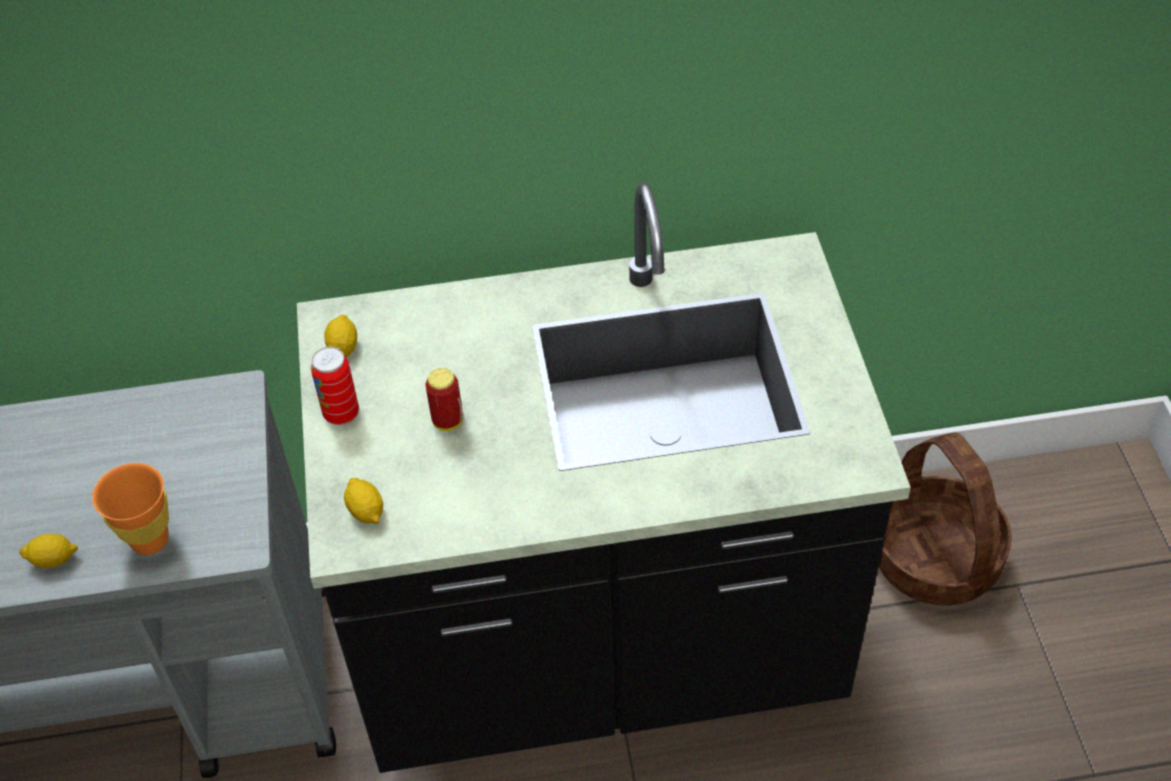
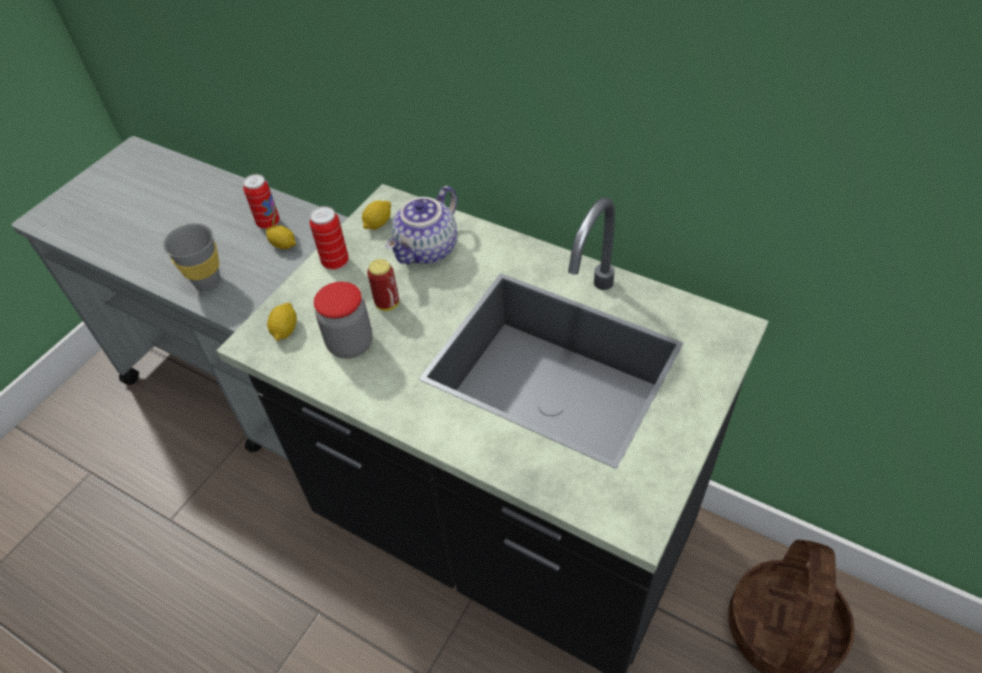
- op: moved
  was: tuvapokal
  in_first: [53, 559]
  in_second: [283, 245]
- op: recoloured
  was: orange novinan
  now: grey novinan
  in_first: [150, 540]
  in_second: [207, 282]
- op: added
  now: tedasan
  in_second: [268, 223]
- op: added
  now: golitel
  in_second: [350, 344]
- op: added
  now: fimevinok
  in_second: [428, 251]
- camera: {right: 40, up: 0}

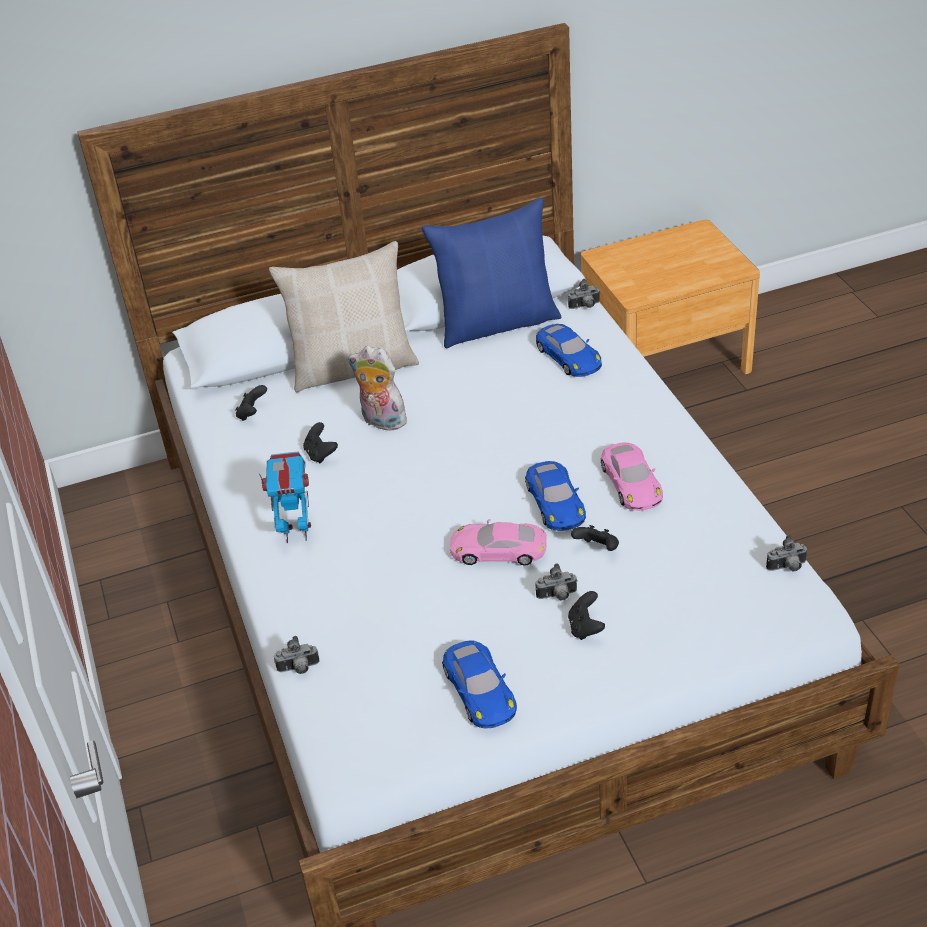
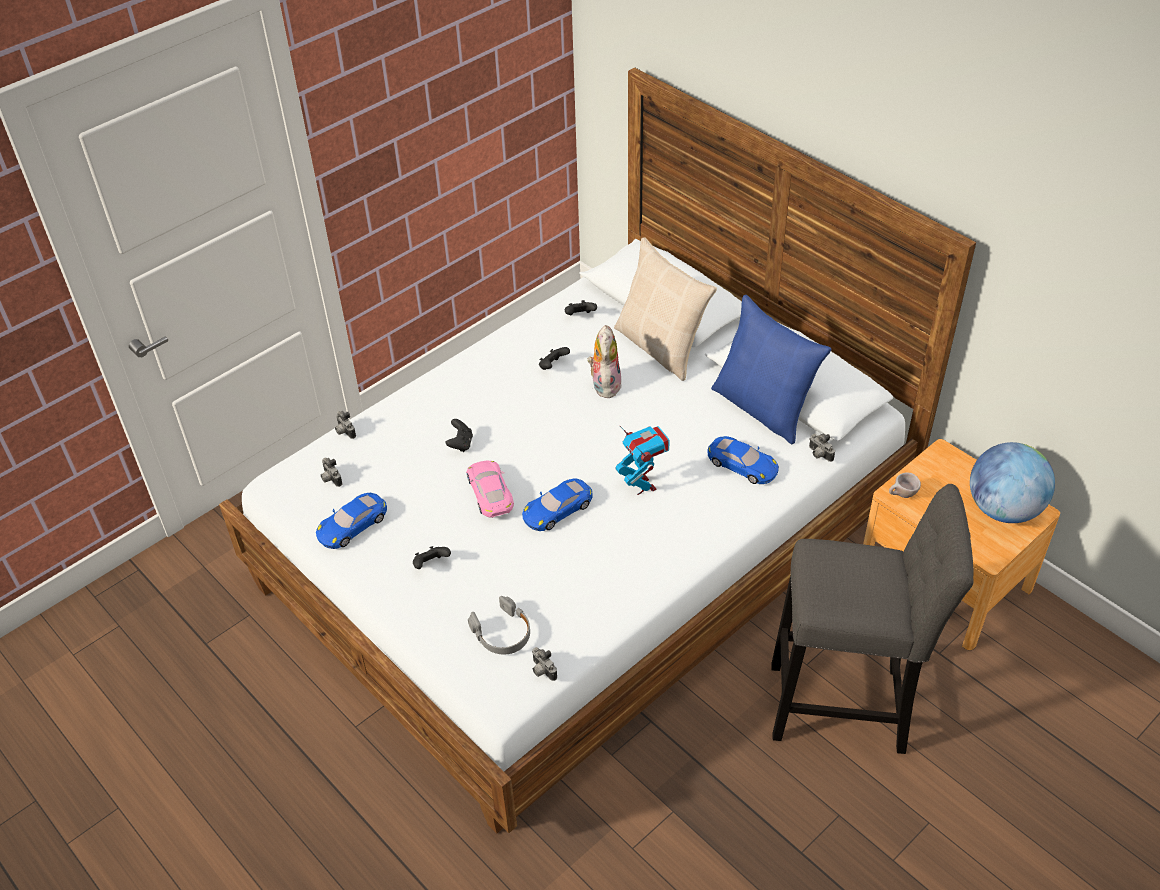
- op: moved
  was: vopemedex
  in_first: [296, 532]
  in_second: [642, 485]
- op: moved
  was: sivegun
  in_first: [557, 596]
  in_second: [330, 479]
- op: turned
  was: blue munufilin
  in_first: [568, 356]
  in_second: [742, 464]
  clockwise: -90
- op: moved
  was: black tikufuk
  in_first: [597, 549]
  in_second: [460, 444]
- op: removed
  was: pink munufilin
  in_first: [631, 482]
- op: added
  now: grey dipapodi
  in_second: [502, 633]
- op: added
  now: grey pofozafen
  in_second: [846, 707]
- op: added
  now: beige novinan
  in_second: [902, 496]
- op: added
  now: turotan
  in_second: [1003, 509]
- camera: {right: 65, up: 5}

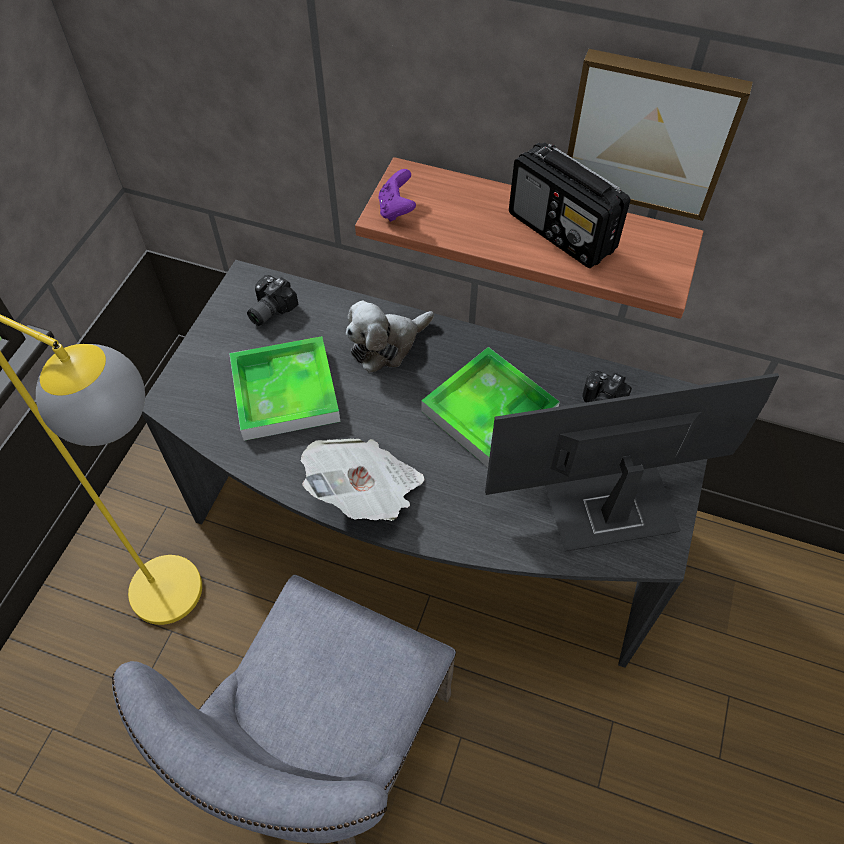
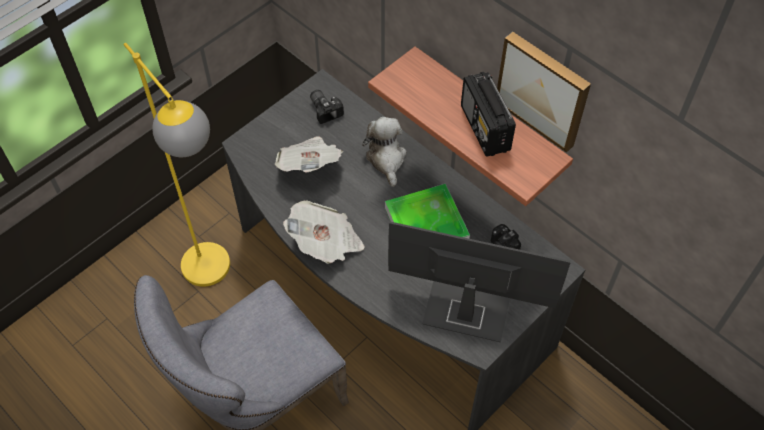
- op: replaced
  was: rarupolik
  now: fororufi
  in_first: [285, 392]
  in_second: [309, 165]
- op: turned
  was: sivegun
  in_first: [268, 309]
  in_second: [326, 109]
  clockwise: 90
- op: turned
  was: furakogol
  in_first: [387, 345]
  in_second: [386, 159]
  clockwise: 90
- op: removed
  was: purple tikufuk
  in_first: [396, 210]
- camera: {right: 25, up: 0}

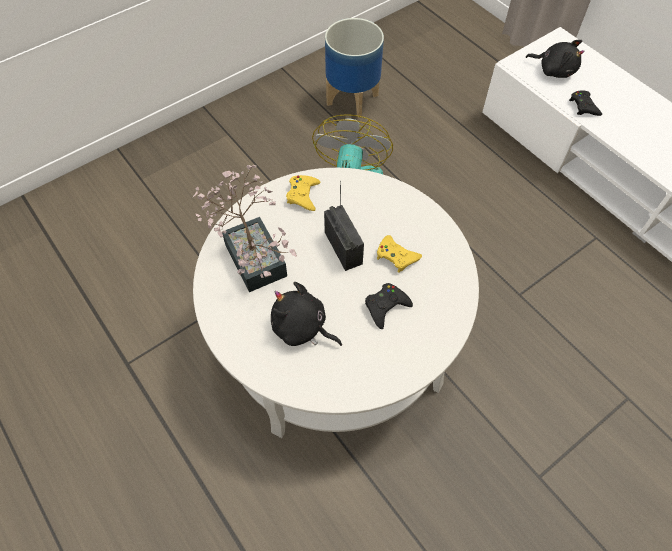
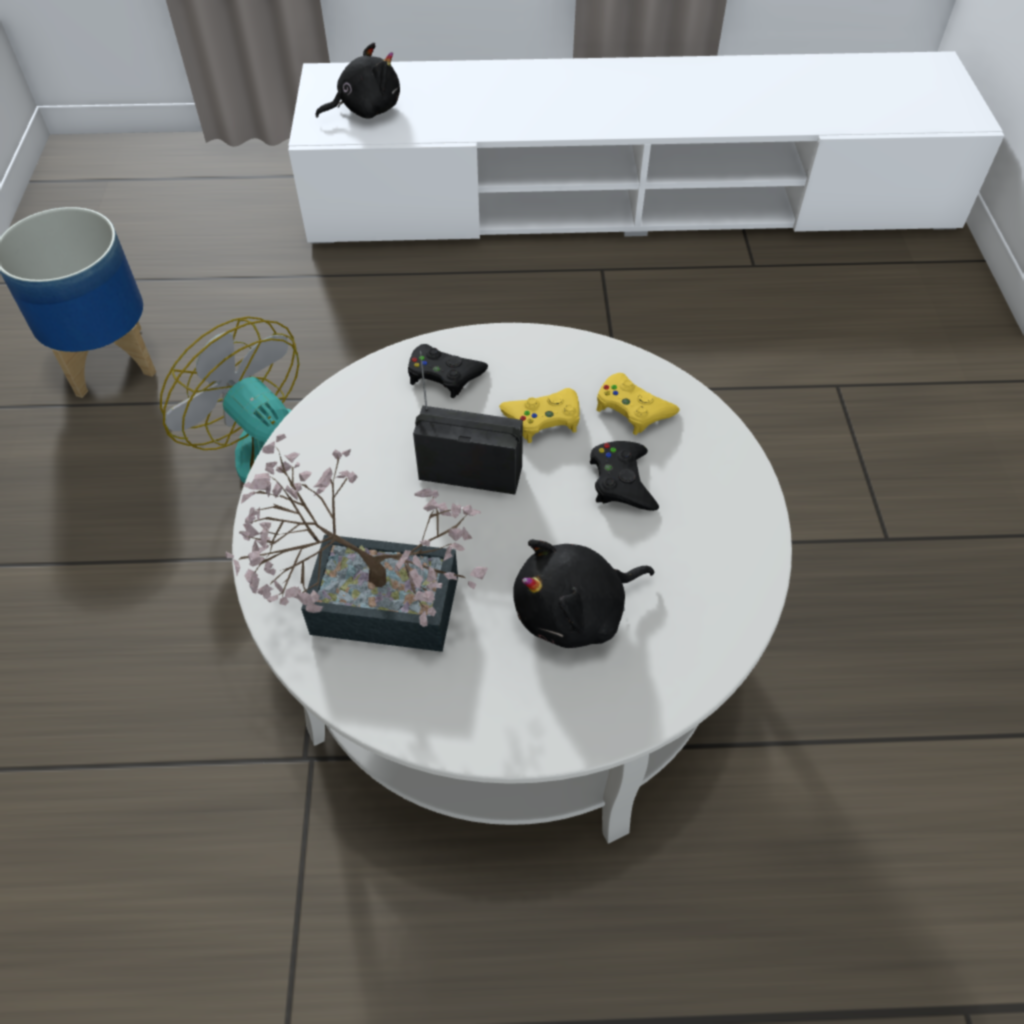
- op: moved
  was: yellow tikufuk
  in_first: [303, 195]
  in_second: [632, 409]
- op: moved
  was: black tikufuk
  in_first: [584, 106]
  in_second: [444, 375]
- camera: {right: -55, up: -5}

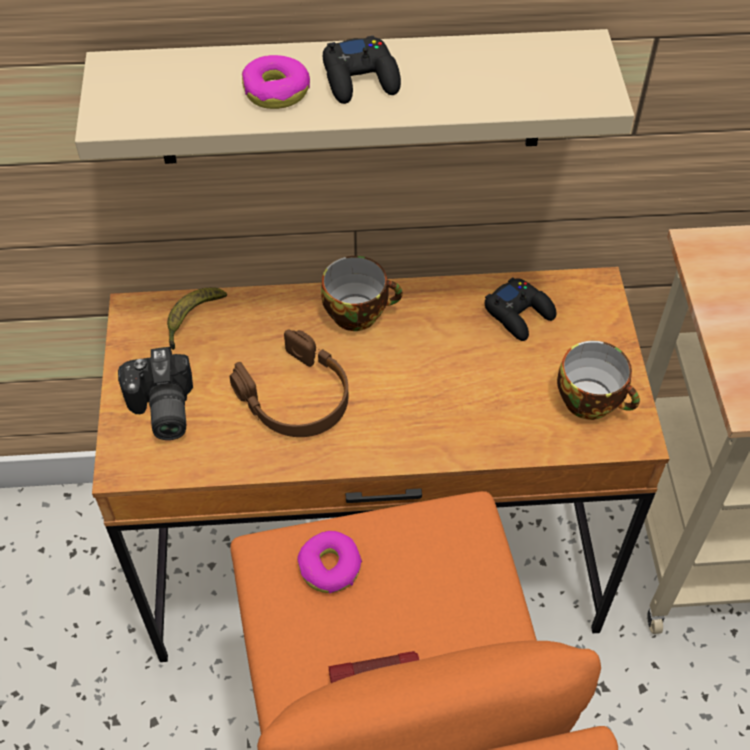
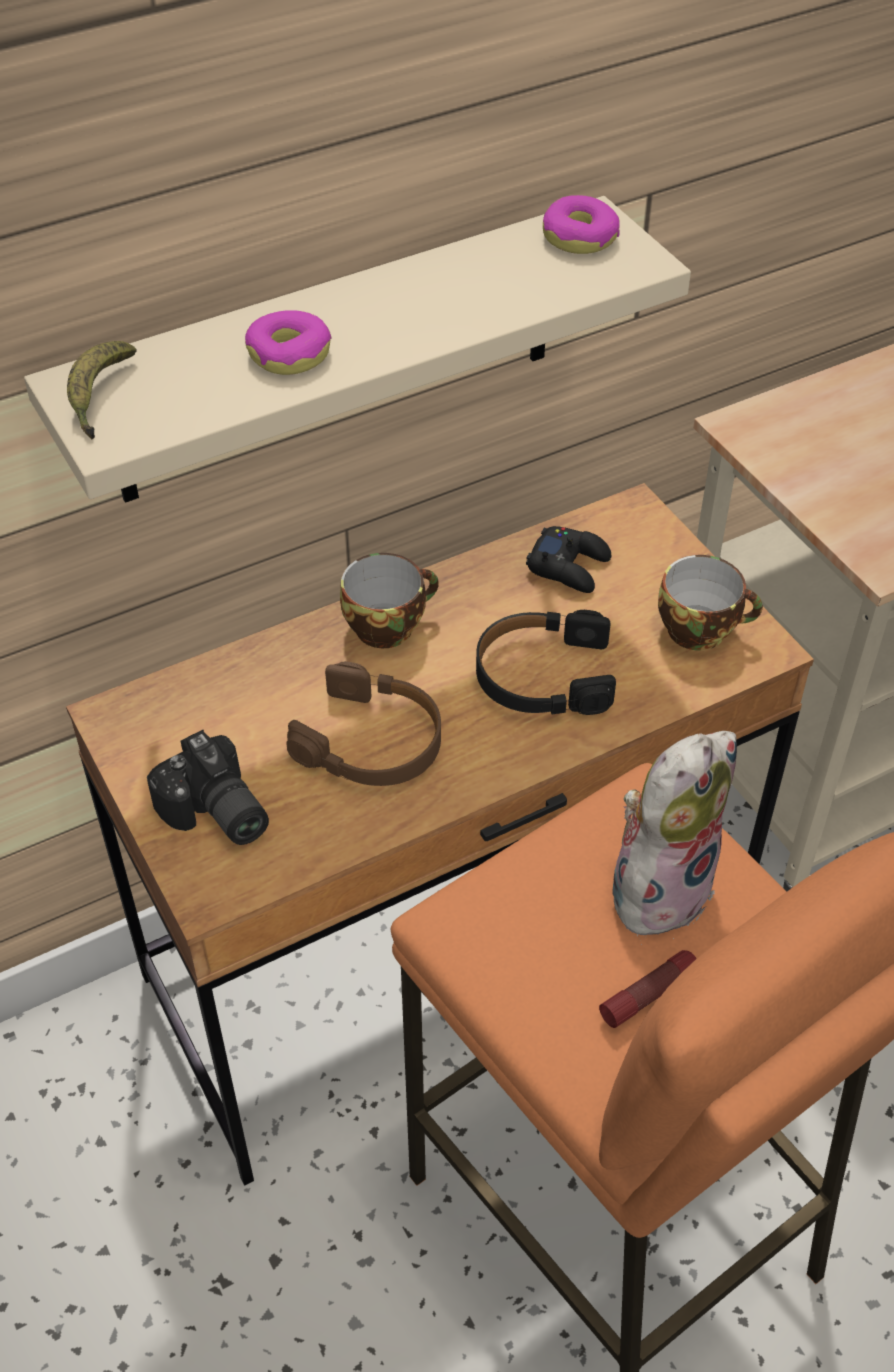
- op: moved
  was: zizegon
  in_first: [193, 320]
  in_second: [100, 397]
- op: moved
  was: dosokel
  in_first: [329, 567]
  in_second: [580, 237]
- op: removed
  was: black tikufuk
  in_first: [361, 78]
- op: added
  now: black dipapodi
  in_second: [543, 676]
- op: added
  now: furakogol
  in_second: [659, 885]
- camera: {right: -25, up: -5}

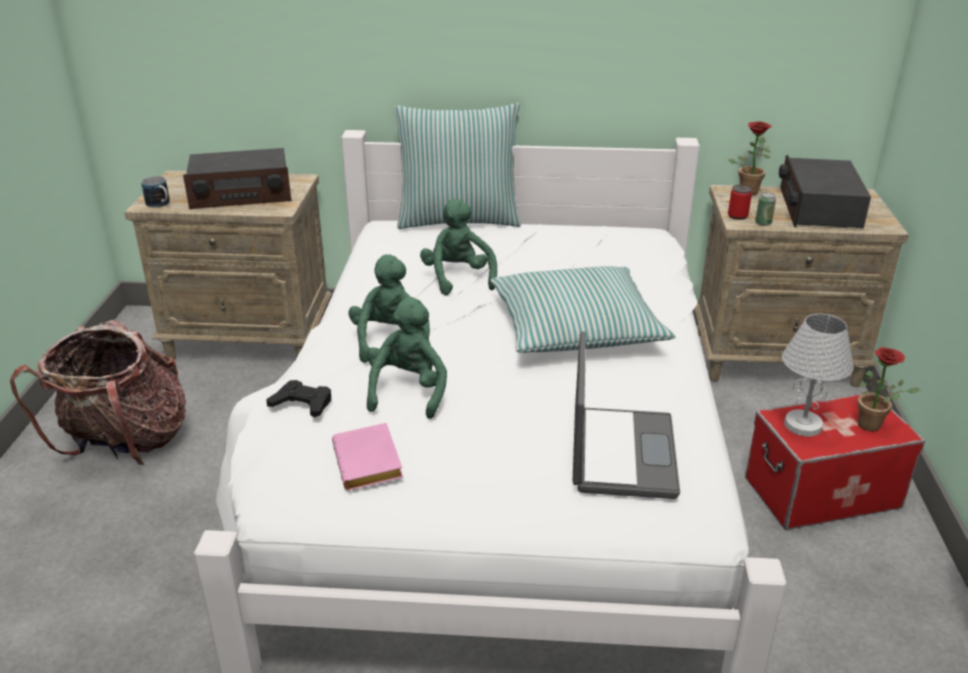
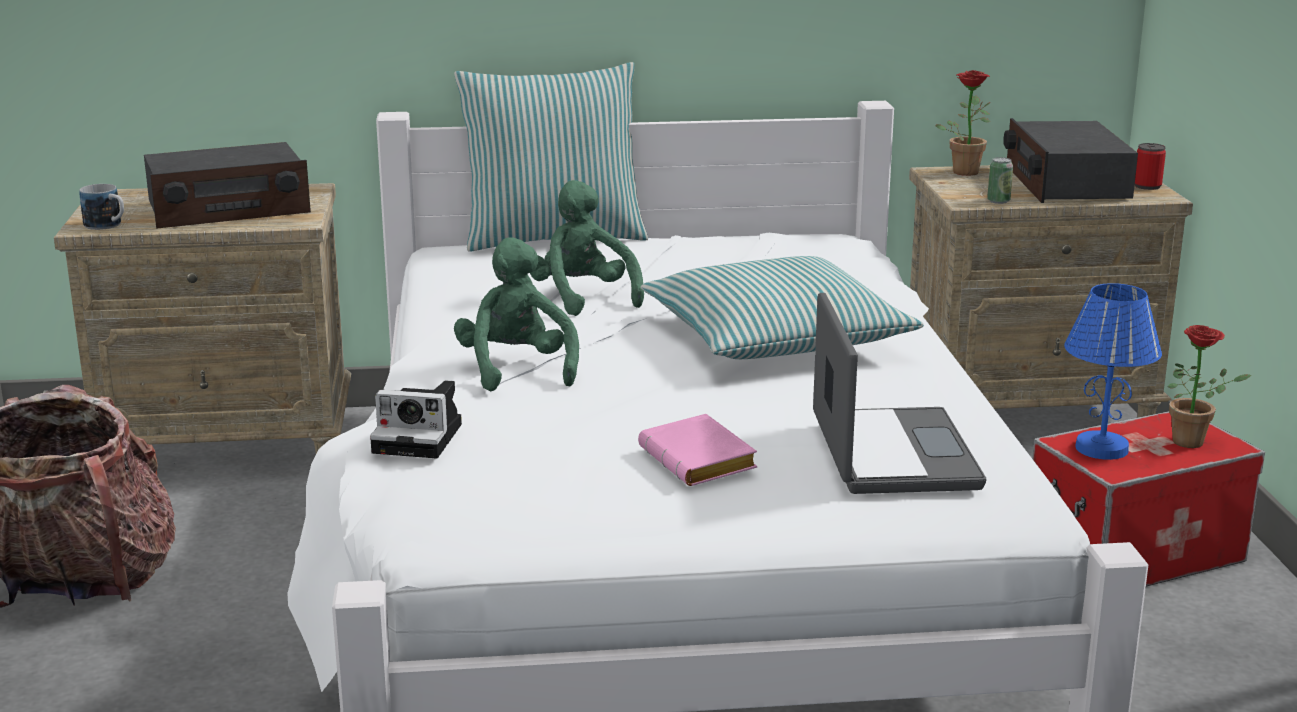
- op: replaced
  was: black tikufuk
  now: sivegun
  in_first: [302, 404]
  in_second: [421, 438]
- op: moved
  was: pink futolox
  in_first: [370, 464]
  in_second: [701, 461]
- op: removed
  was: green furakogol
  in_first: [408, 391]
- op: moved
  was: tedasan
  in_first: [737, 216]
  in_second: [1147, 186]
- op: recoloured
  was: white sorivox
  now: blue sorivox
  in_first: [803, 425]
  in_second: [1102, 448]
- camera: {right: -10, up: -10}

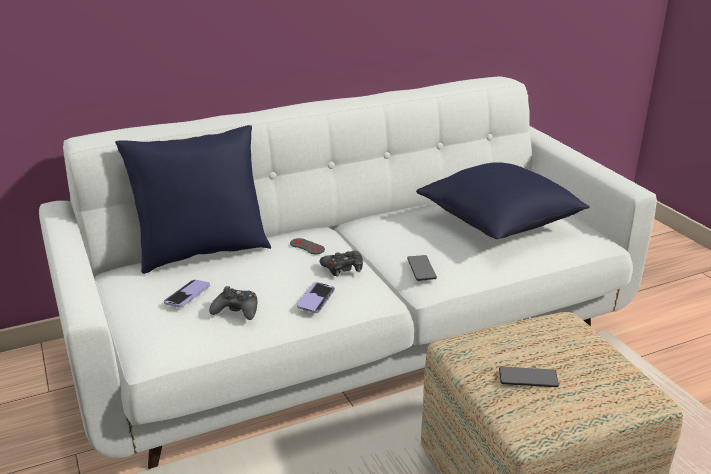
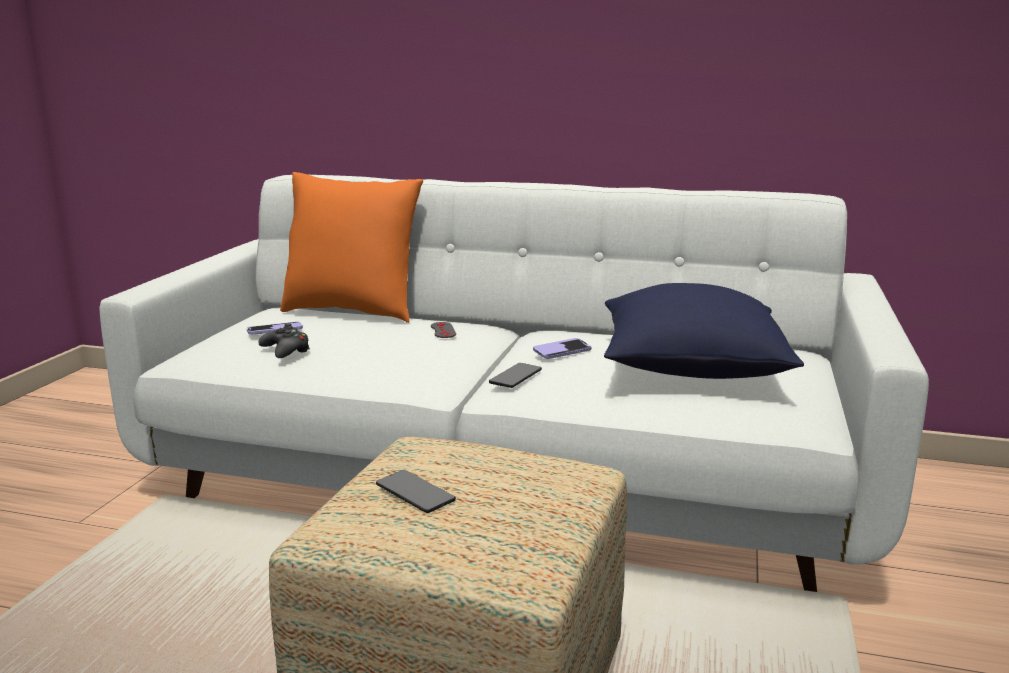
- op: recoloured
  was: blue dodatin
  now: orange dodatin
  in_first: [202, 252]
  in_second: [352, 311]
- op: moved
  was: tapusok
  in_first: [316, 299]
  in_second: [562, 350]
- op: removed
  was: black tikufuk
  in_first: [343, 268]
- camera: {right: 40, up: -10}

